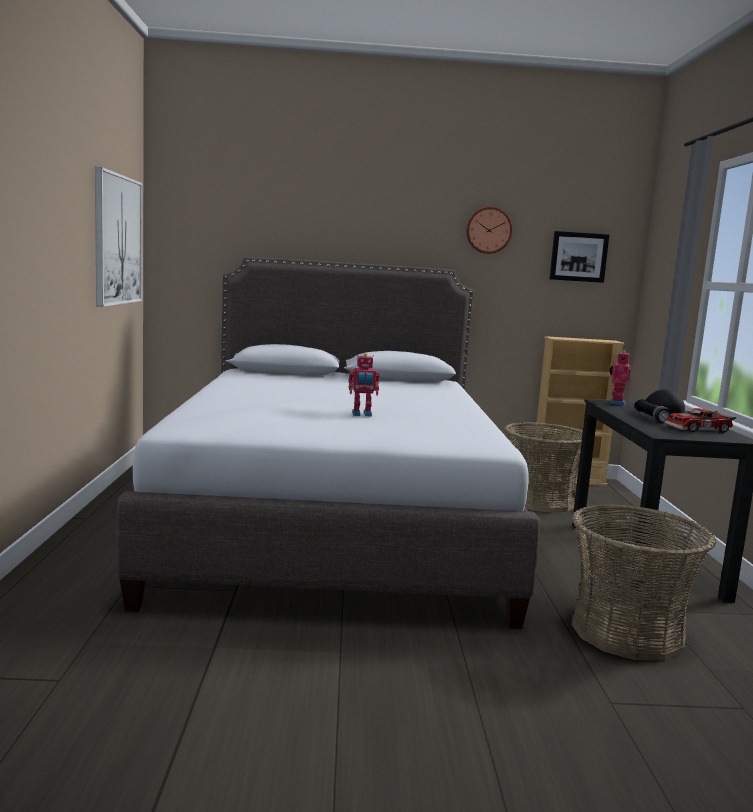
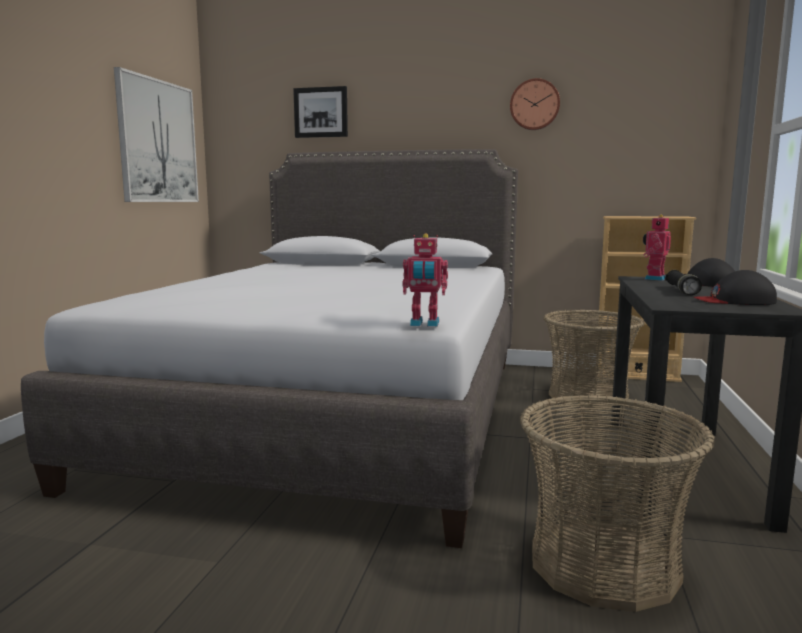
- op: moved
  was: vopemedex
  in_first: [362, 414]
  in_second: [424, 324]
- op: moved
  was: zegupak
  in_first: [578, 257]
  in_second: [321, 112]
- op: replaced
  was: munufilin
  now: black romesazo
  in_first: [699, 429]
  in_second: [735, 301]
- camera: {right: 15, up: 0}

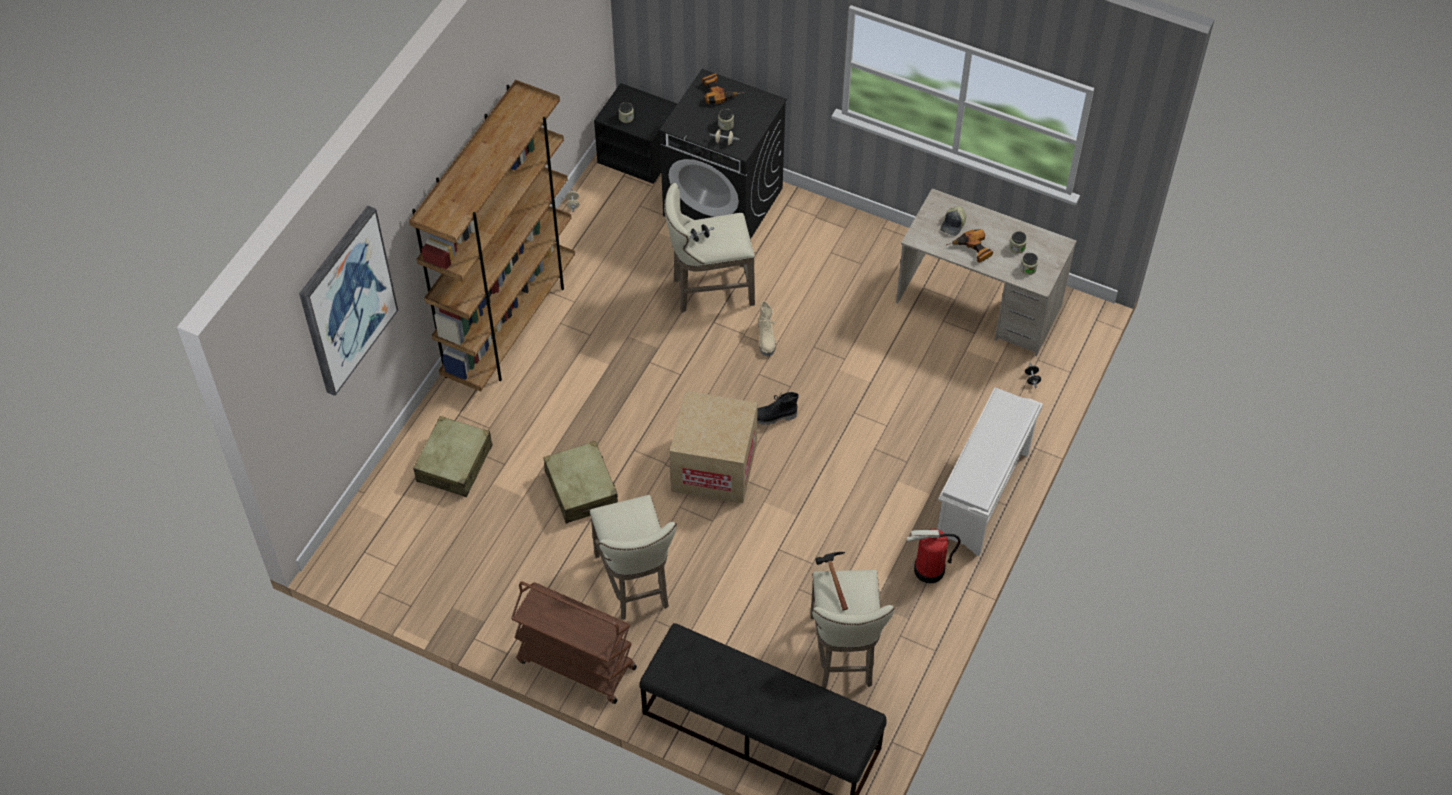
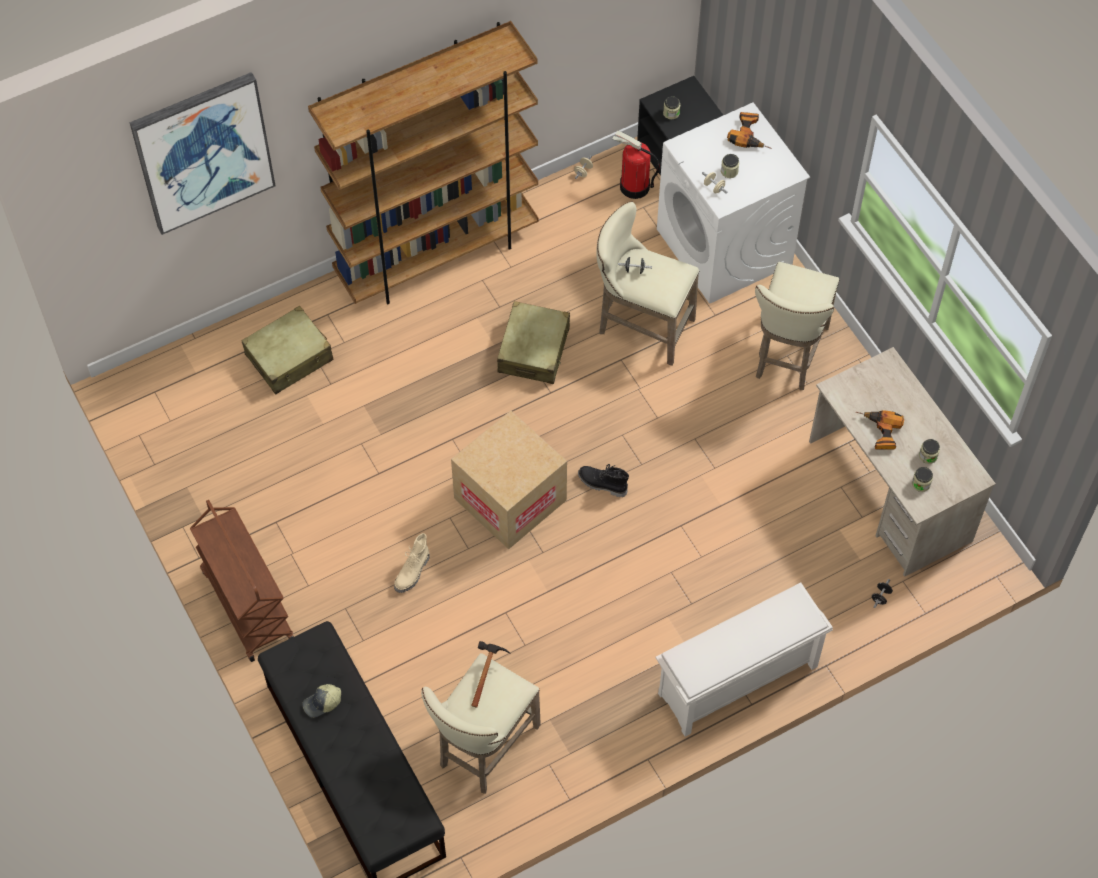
- op: moved
  was: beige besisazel
  in_first: [581, 489]
  in_second: [534, 350]
- op: moved
  was: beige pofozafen
  in_first: [635, 584]
  in_second: [787, 355]
- op: recoloured
  was: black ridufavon
  now: white ridufavon
  in_first: [724, 202]
  in_second: [725, 247]
- op: moved
  was: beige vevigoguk
  in_first: [767, 339]
  in_second: [413, 573]
- op: moved
  was: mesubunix
  in_first: [929, 570]
  in_second: [634, 187]
- op: moved
  was: romesazo
  in_first: [953, 225]
  in_second: [322, 703]
- camera: {right: 35, up: 5}

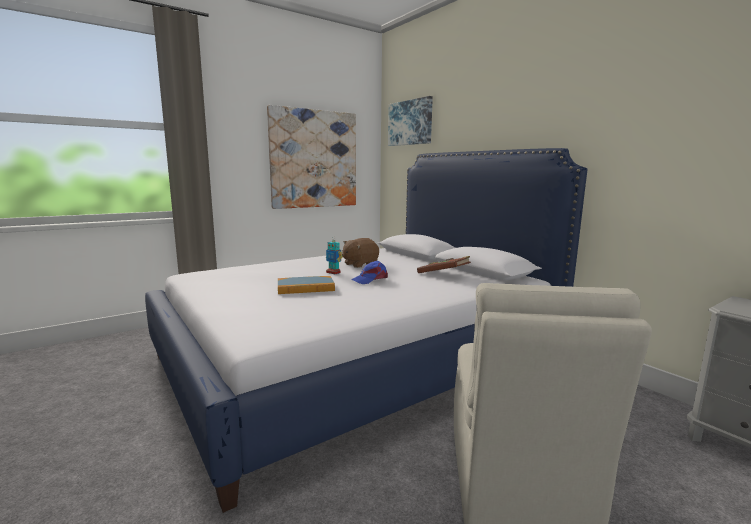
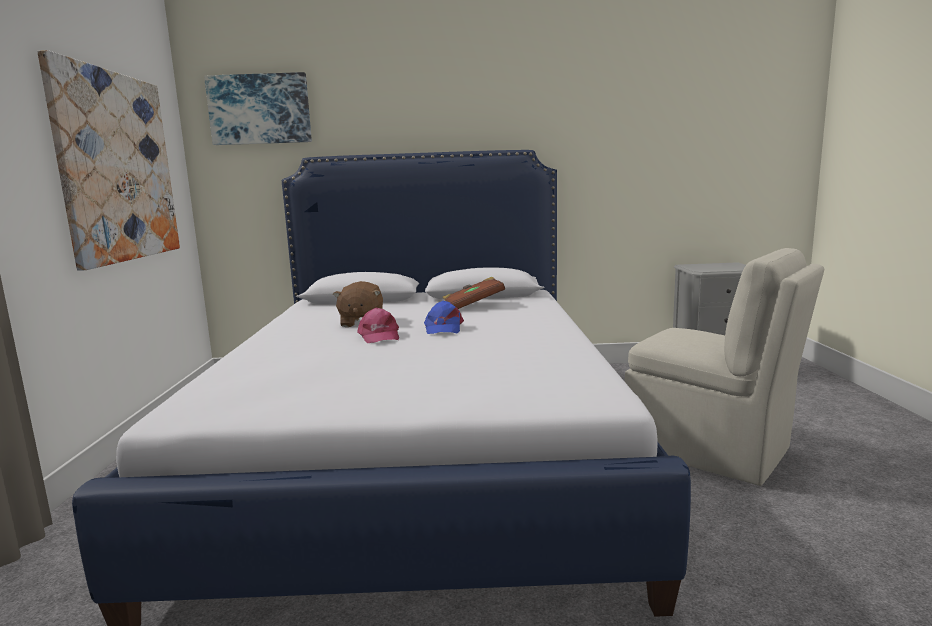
- op: removed
  was: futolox
  in_first: [305, 288]
- op: replaced
  was: vopemedex
  now: pink romesazo
  in_first: [333, 272]
  in_second: [378, 336]
- camera: {right: -55, up: 0}

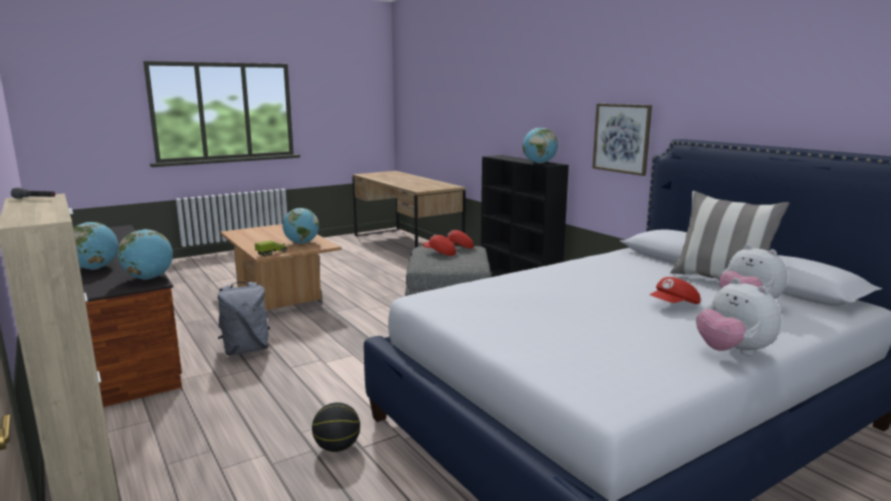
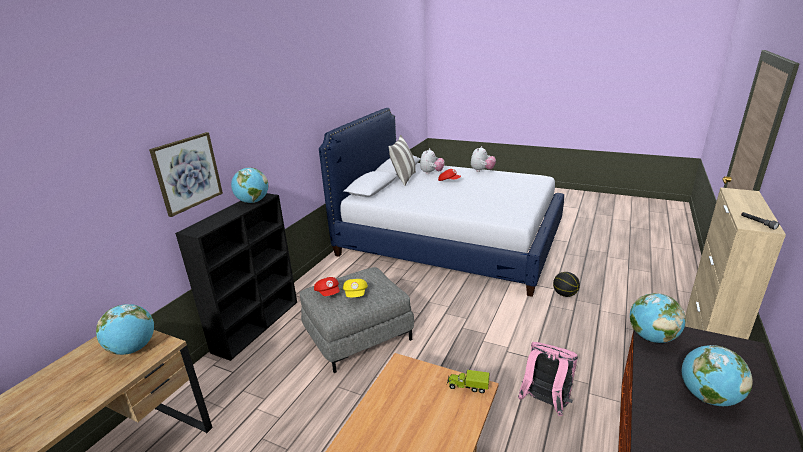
- op: recoloured
  was: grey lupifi
  now: pink lupifi
  in_first: [246, 350]
  in_second: [545, 403]
- op: moved
  was: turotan
  in_first: [301, 243]
  in_second: [133, 349]
- op: recoloured
  was: red romesazo
  now: yellow romesazo
  in_first: [439, 253]
  in_second: [356, 294]
- op: moved
  was: zegupak
  in_first: [621, 138]
  in_second: [187, 173]
- camera: {right: -120, up: 10}

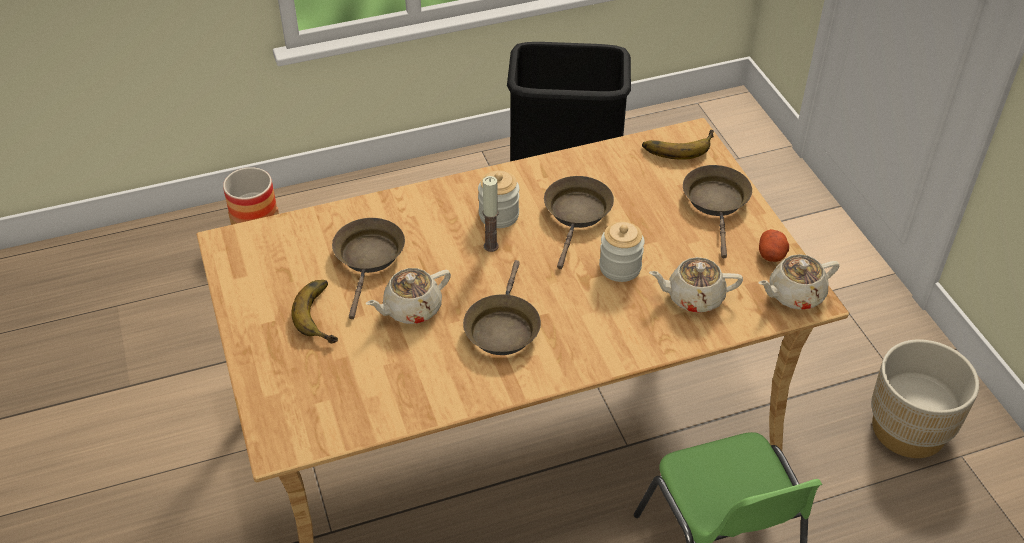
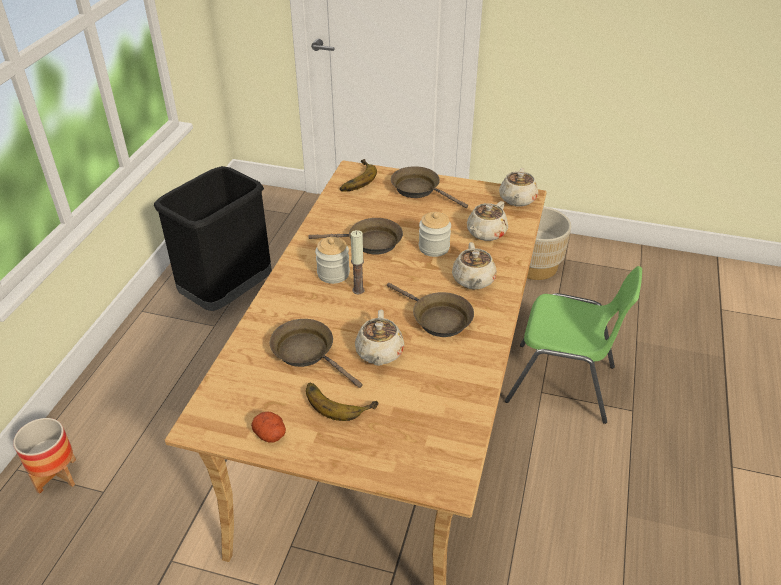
- op: turned
  was: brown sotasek
  in_first: [577, 215]
  in_second: [370, 242]
  clockwise: 135
- op: moved
  was: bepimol
  in_first: [772, 255]
  in_second: [271, 434]
- op: added
  now: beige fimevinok
  in_second: [473, 280]
- camera: {right: -55, up: -5}

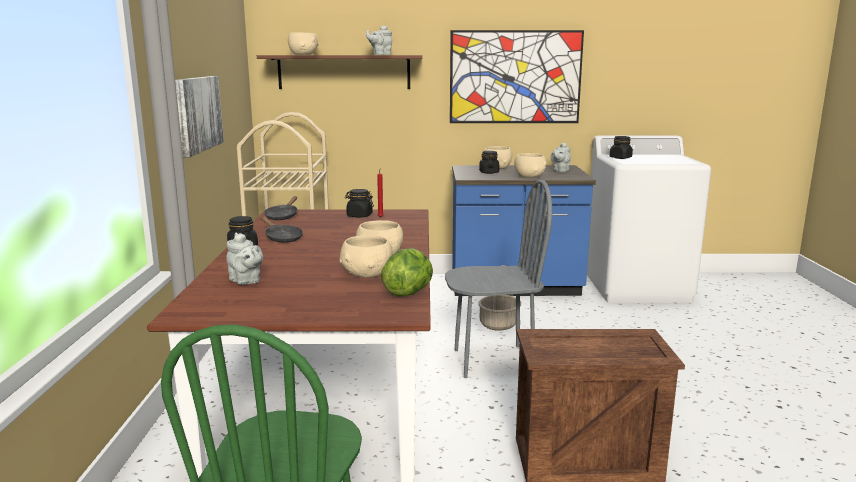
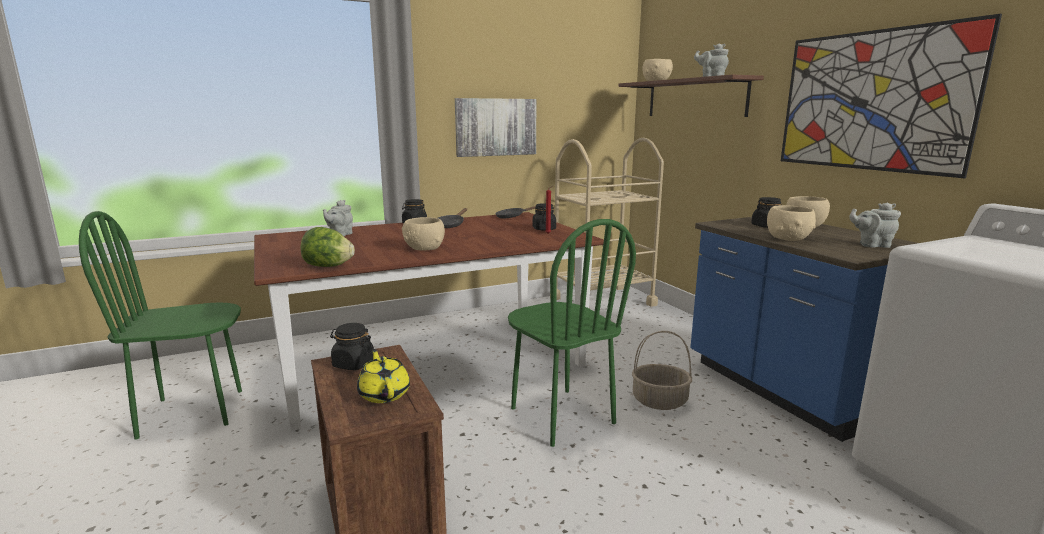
- op: removed
  was: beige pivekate
  in_first: [367, 274]
- op: recoloured
  was: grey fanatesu
  now: green fanatesu
  in_first: [493, 361]
  in_second: [561, 416]
- op: moved
  was: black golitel
  in_first: [620, 158]
  in_second: [353, 364]
- op: added
  now: yellow fimevinok
  in_second: [384, 393]
- camera: {right: 65, up: 0}

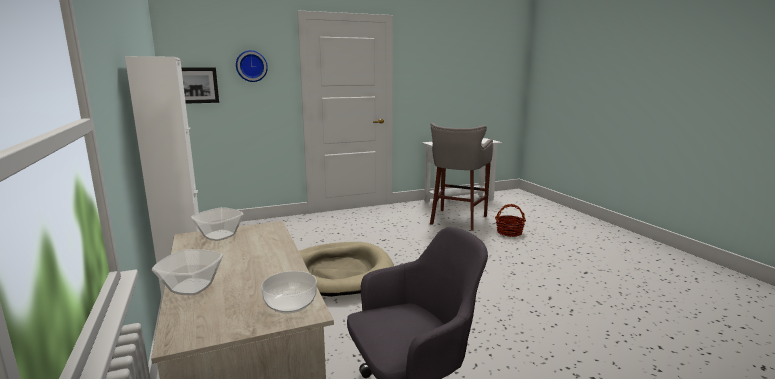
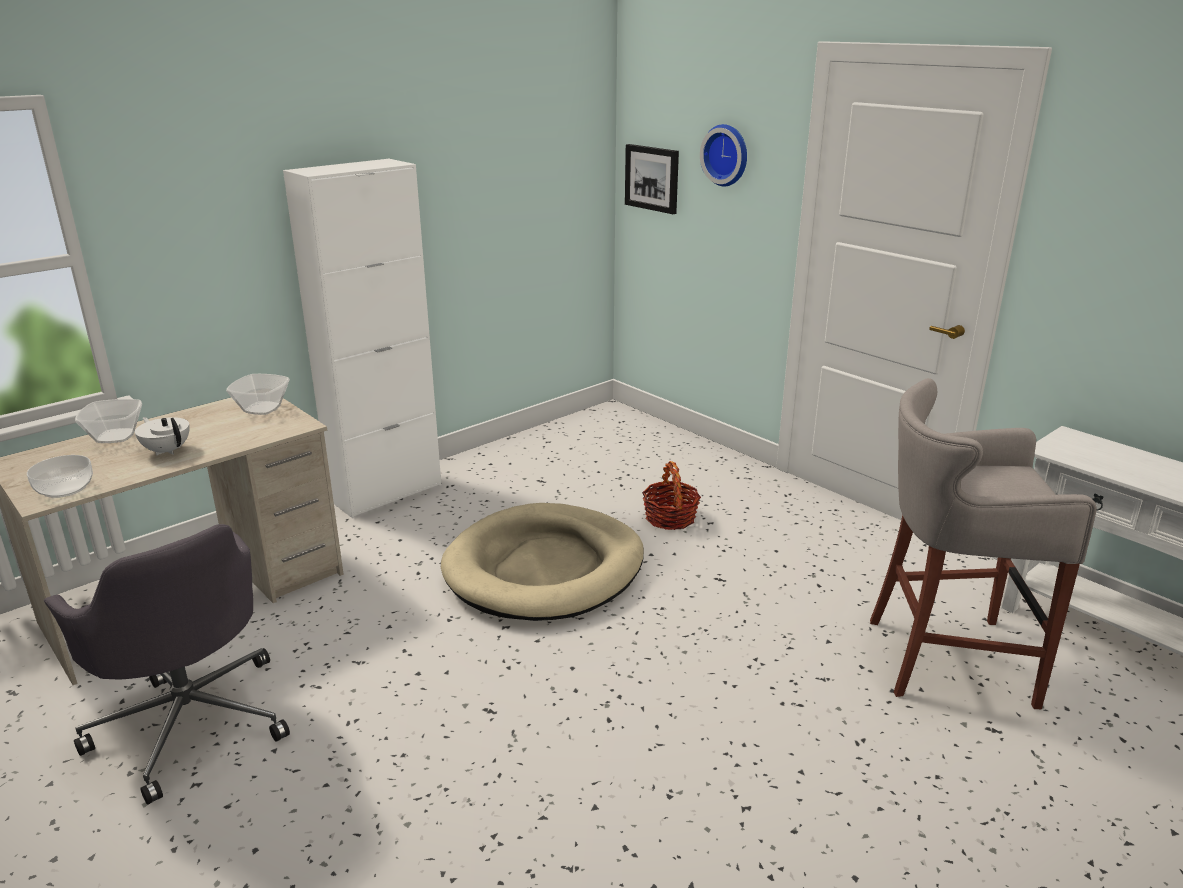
- op: moved
  was: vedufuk
  in_first: [509, 232]
  in_second: [670, 518]
- op: added
  now: white fimevinok
  in_second: [167, 450]
- camera: {right: 70, up: 10}

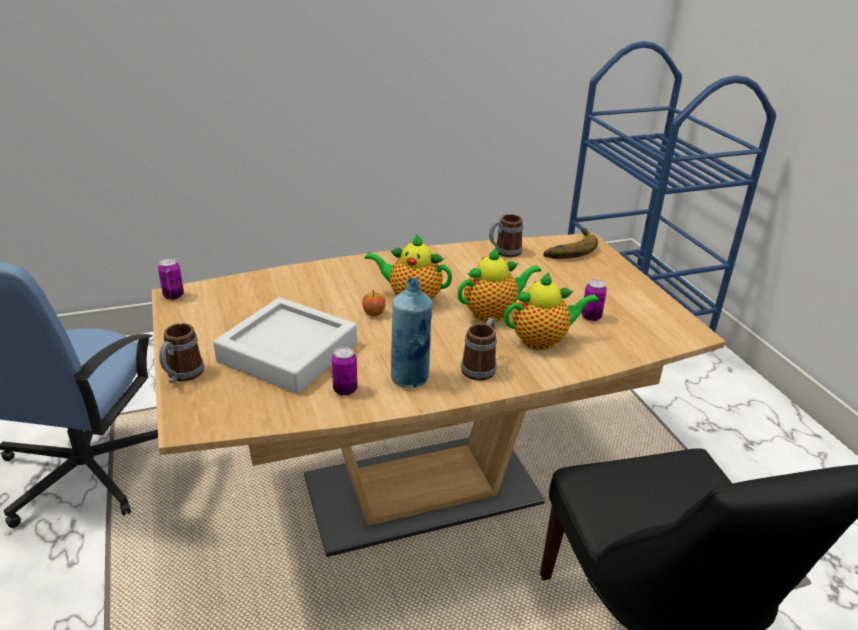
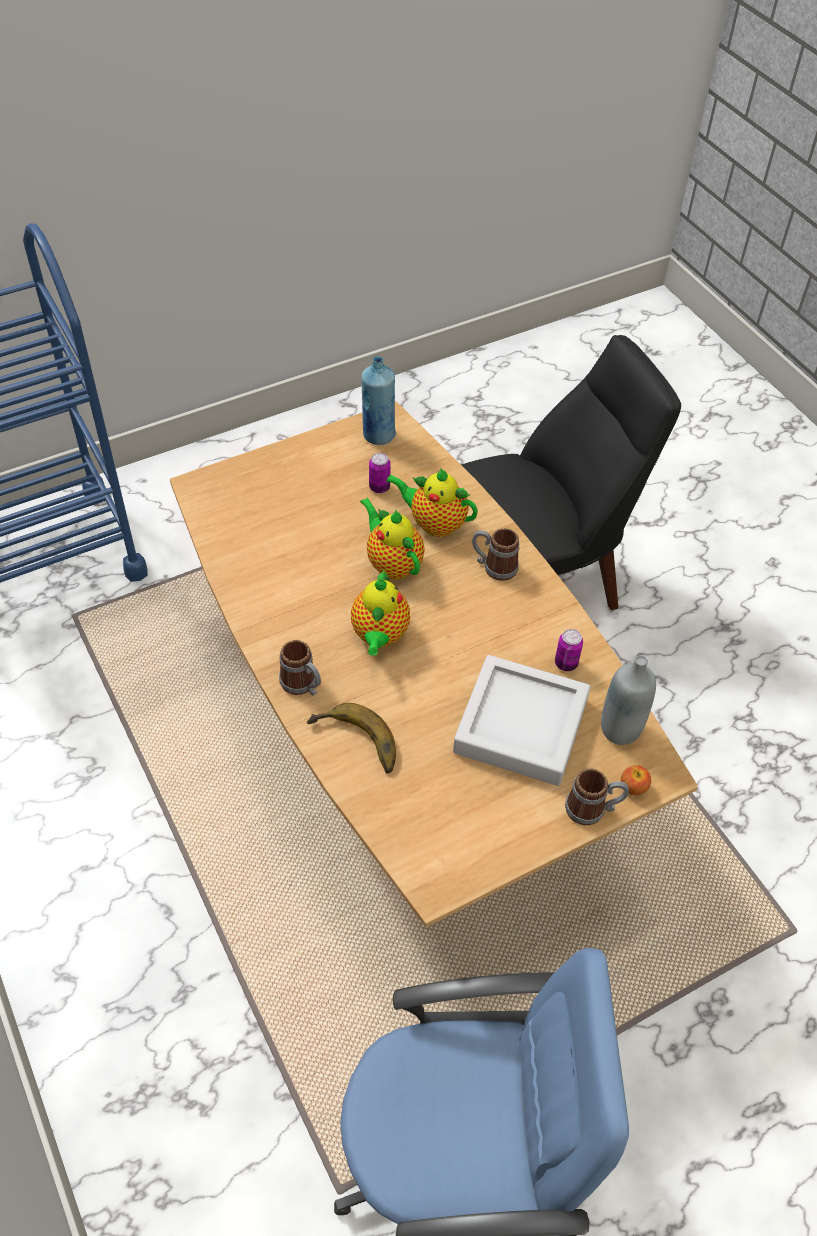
- op: removed
  was: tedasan
  in_first: [173, 296]
- op: moved
  was: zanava
  in_first: [374, 313]
  in_second: [633, 787]
- op: moved
  was: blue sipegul
  in_first: [410, 378]
  in_second: [378, 435]
- op: moved
  was: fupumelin
  in_first: [503, 253]
  in_second: [303, 685]
- op: turned
  was: fimevinok
  in_first: [542, 340]
  in_second: [434, 523]
  clockwise: -45
- op: moved
  was: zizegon
  in_first: [567, 248]
  in_second: [354, 745]
- op: added
  now: grey sipegul
  in_second: [620, 729]
- camera: {right: -100, up: 20}

